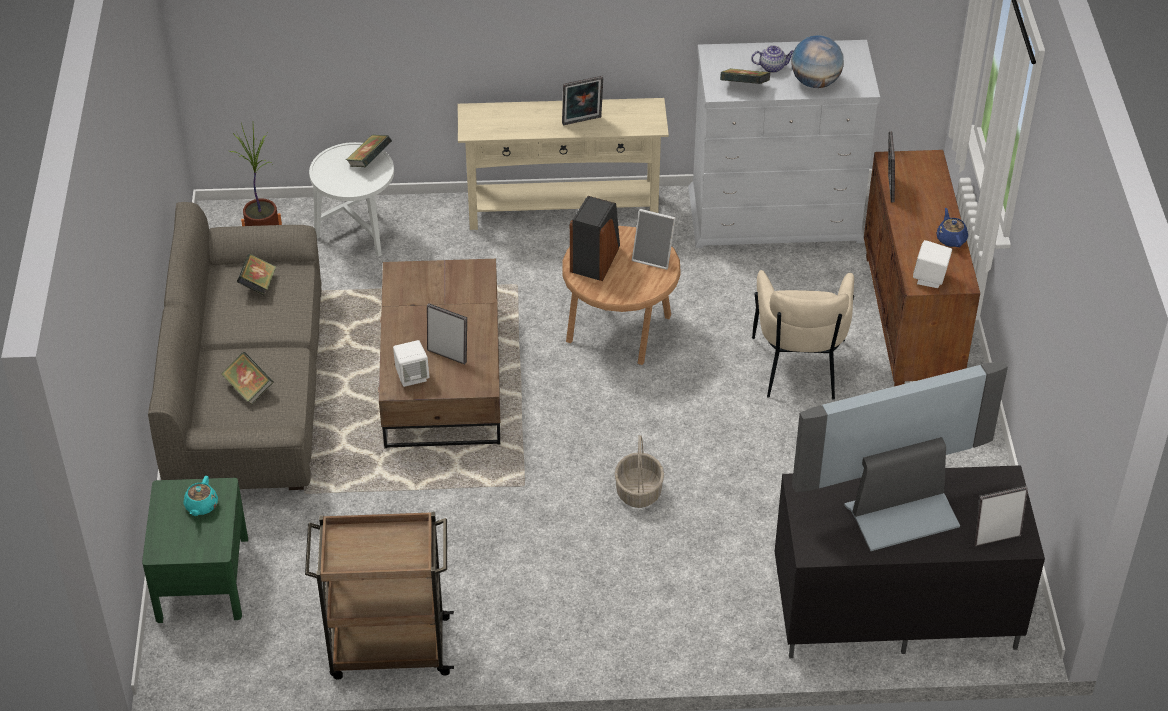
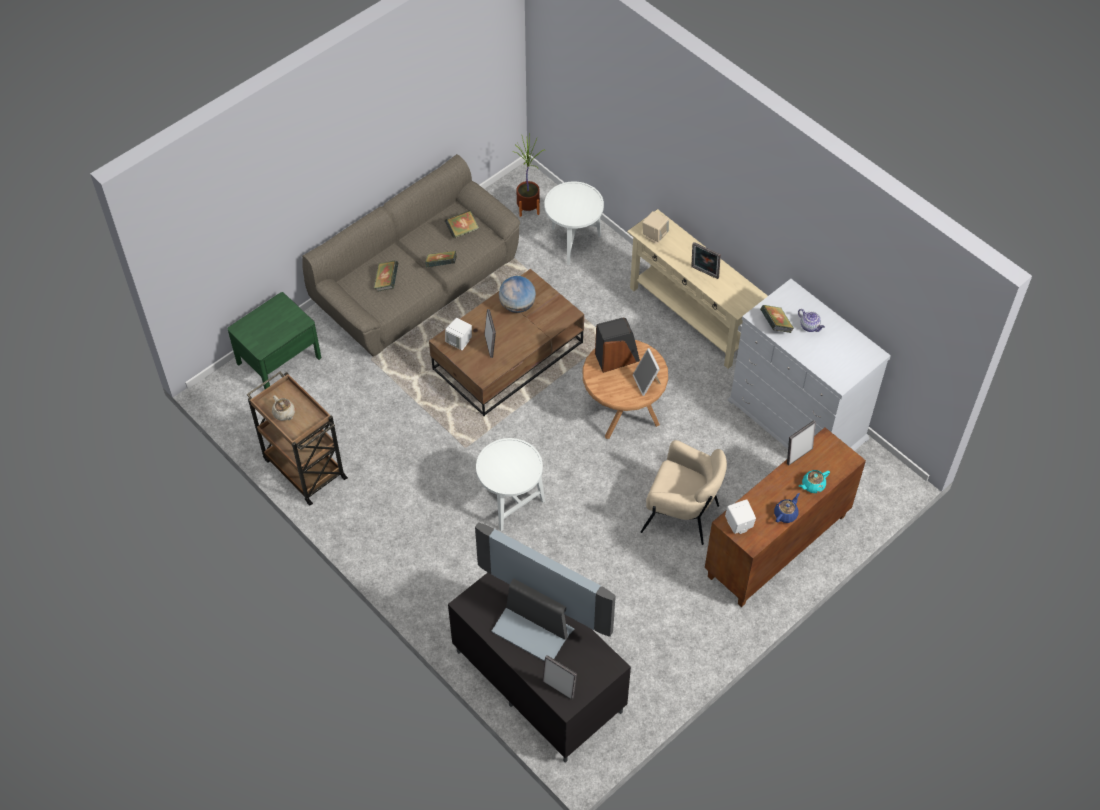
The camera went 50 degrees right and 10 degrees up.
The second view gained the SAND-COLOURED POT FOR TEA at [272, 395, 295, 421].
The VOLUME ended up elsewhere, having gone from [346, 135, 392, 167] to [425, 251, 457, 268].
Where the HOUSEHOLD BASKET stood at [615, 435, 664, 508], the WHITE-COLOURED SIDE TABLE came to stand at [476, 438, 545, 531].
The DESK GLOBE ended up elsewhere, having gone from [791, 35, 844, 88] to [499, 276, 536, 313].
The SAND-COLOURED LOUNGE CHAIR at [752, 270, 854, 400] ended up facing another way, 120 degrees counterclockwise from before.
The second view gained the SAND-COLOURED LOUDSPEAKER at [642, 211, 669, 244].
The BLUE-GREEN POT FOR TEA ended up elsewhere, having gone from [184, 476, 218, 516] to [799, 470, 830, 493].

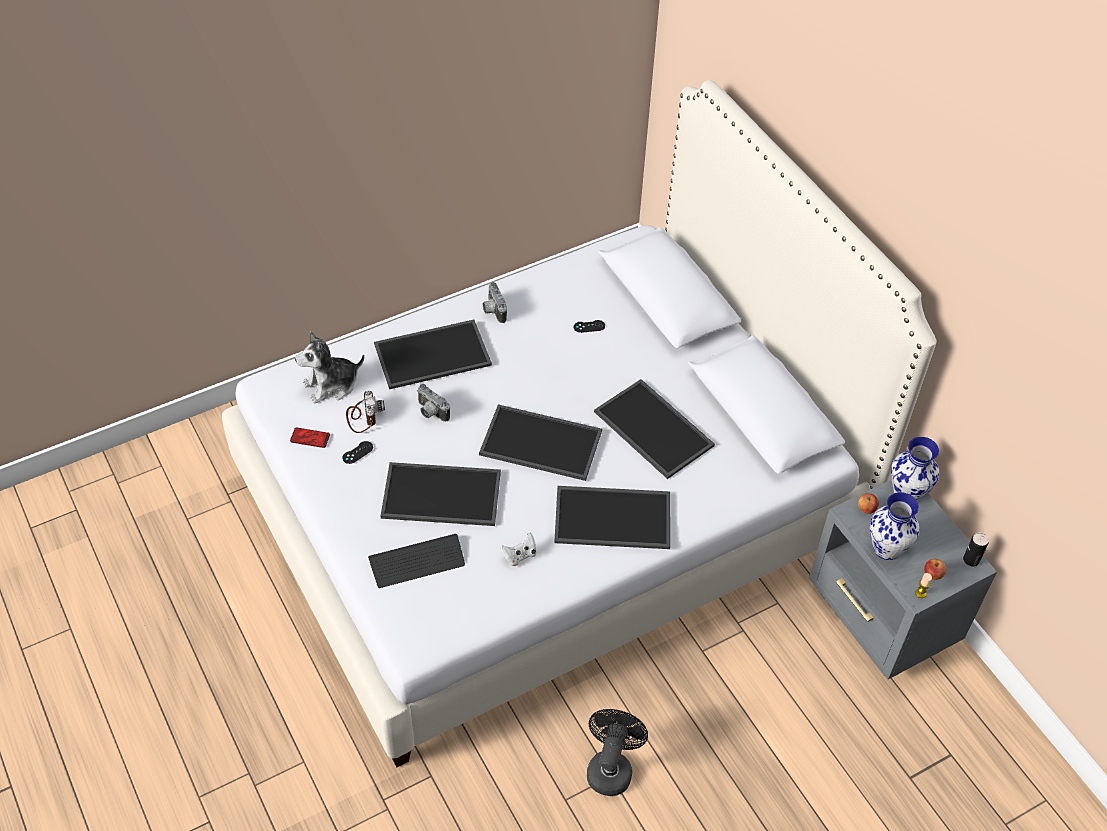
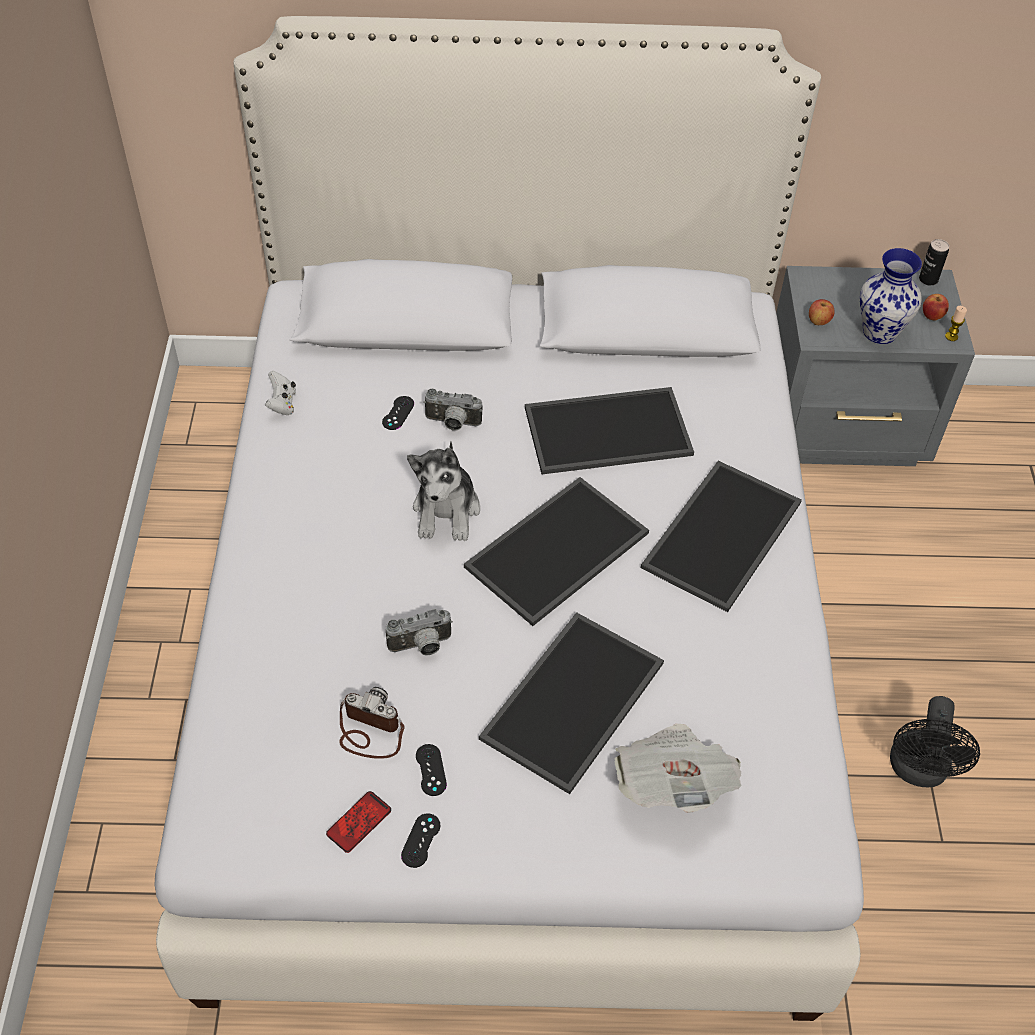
The camera went 60 degrees left and 0 degrees up.
The WHITE-COLOURED JOYPAD ended up elsewhere, having gone from [500, 532, 536, 566] to [265, 371, 296, 415].
The second view gained the BLACK-COLOURED JOYPAD at [401, 813, 440, 868].
The CUDDLY TOY ended up elsewhere, having gone from [295, 331, 364, 404] to [407, 442, 480, 541].
The PHOTO CAMERA ended up elsewhere, having gone from [483, 282, 507, 323] to [423, 389, 483, 430].
Where the PC KEYBOARD stood at [368, 534, 465, 588], the DAILY PAPER came to stand at [615, 724, 742, 813].
The BLACK-COLOURED ELECTRIC FAN at [587, 709, 648, 796] ended up facing another way, 120 degrees counterclockwise from before.
The second view lost the CARRYING TRAY at [374, 319, 492, 389].
The second view lost the FLOWER VASE at [891, 437, 939, 501].

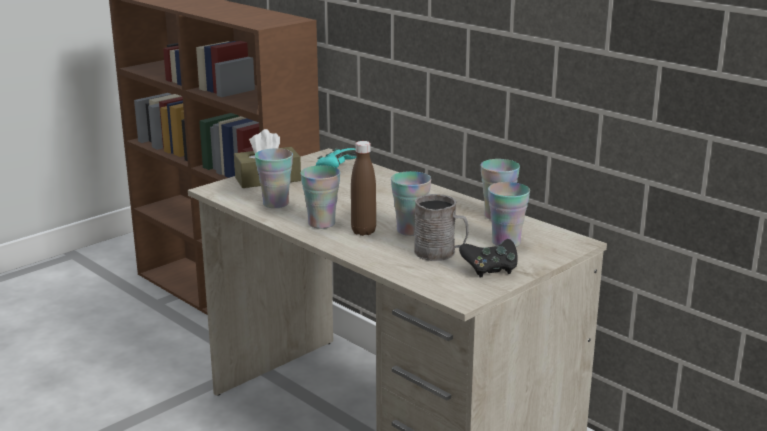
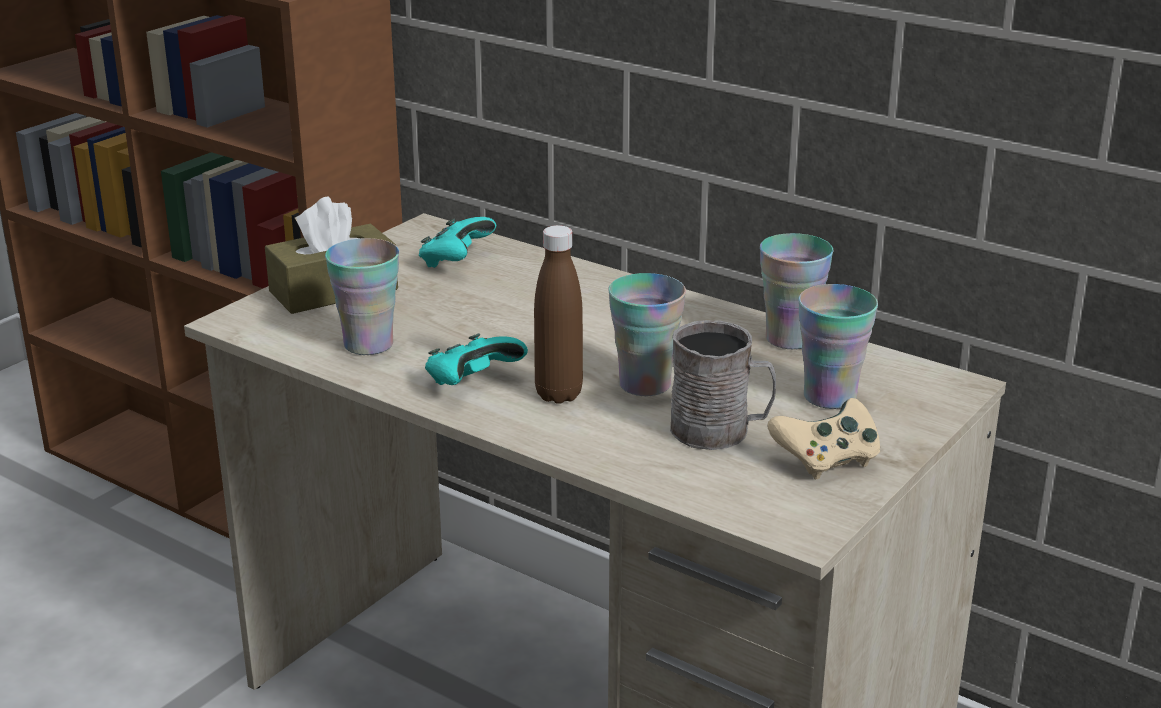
The camera went 10 degrees left and 5 degrees up.
Where the CUP stood at [300, 165, 341, 229], the BLUE-GREEN JOYPAD came to stand at [425, 333, 528, 385].
What was the BLACK-COLOURED JOYPAD at [459, 239, 518, 277] turned into the SAND-COLOURED JOYPAD at [768, 398, 880, 480].

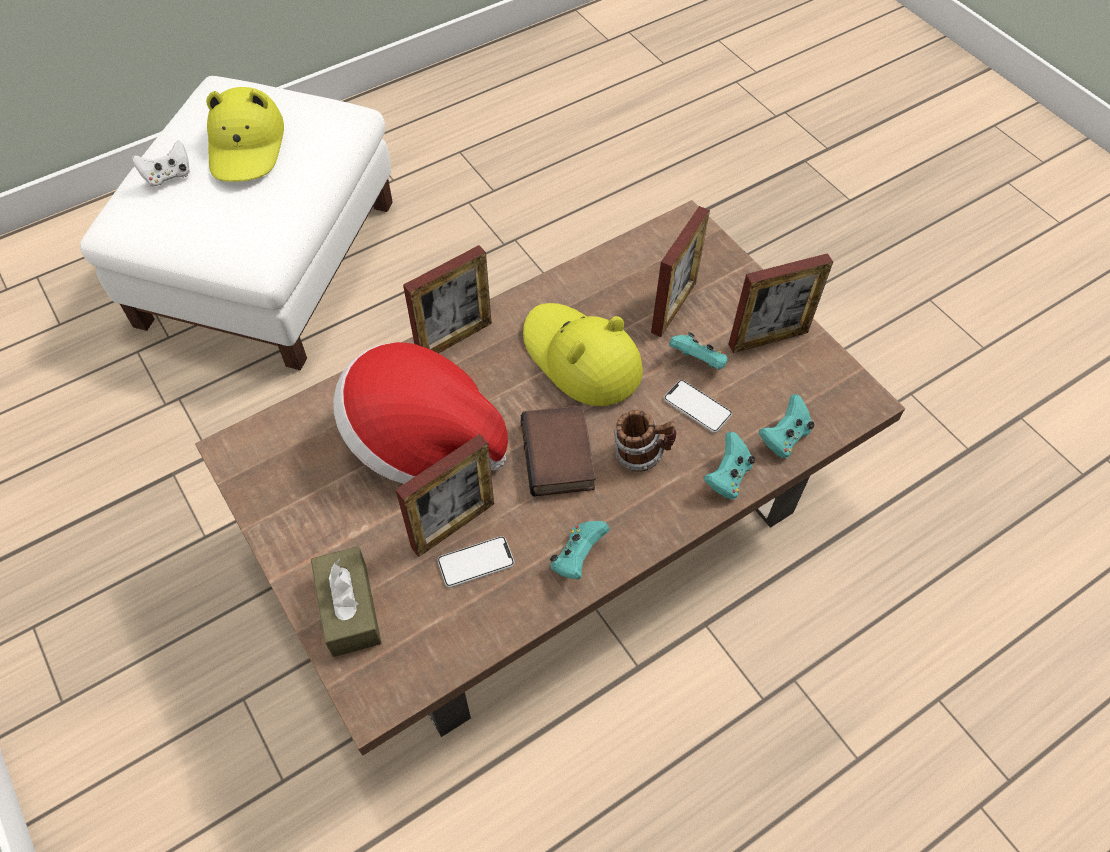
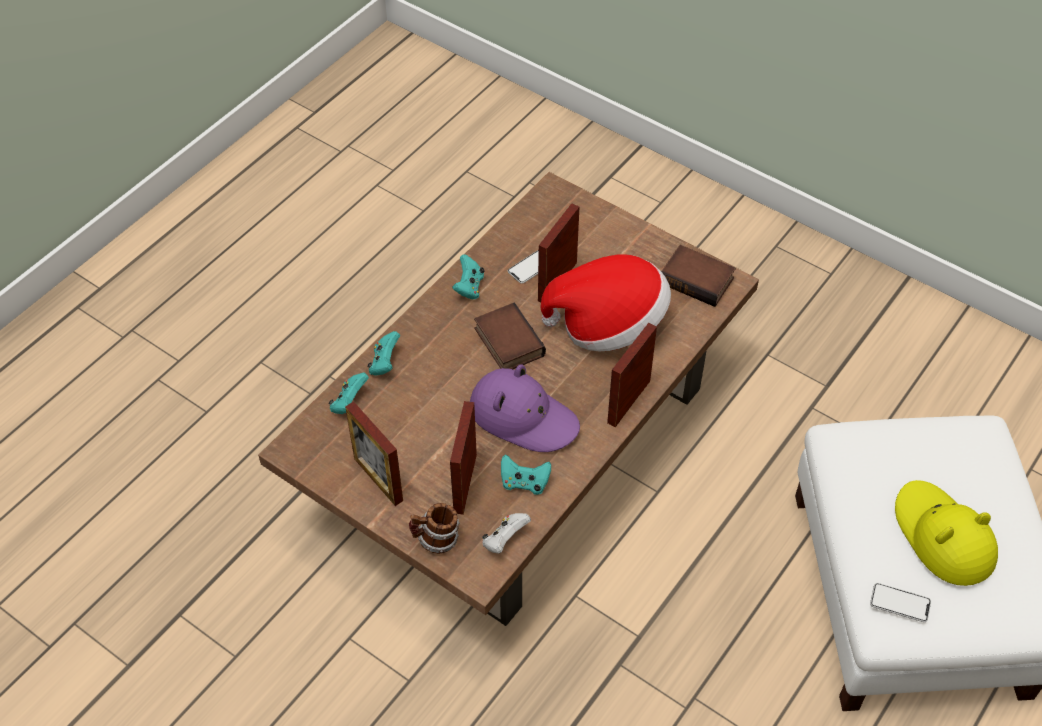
The camera went 160 degrees right and 5 degrees down.
The STANDING FRAME at [728, 253, 833, 353] ended up facing another way, 90 degrees counterclockwise from before.
The MUG ended up elsewhere, having gone from [614, 410, 676, 472] to [409, 503, 460, 554].
What was the YELLOW CLOTHING HAT at [523, 303, 643, 406] turned into the PURPLISH CLOTHING HAT at [470, 364, 580, 452].
The WHITE-COLOURED JOYPAD ended up elsewhere, having gone from [132, 140, 190, 187] to [482, 513, 531, 553].
The BLUE-GREEN JOYPAD ended up elsewhere, having gone from [669, 332, 728, 370] to [501, 454, 551, 495].
The second view gained the VOLUME at [661, 245, 736, 307].
The PHONE ended up elsewhere, having gone from [664, 380, 732, 433] to [870, 583, 931, 622].
The second view lost the BROWNISH TISSUE HOLDER at [311, 547, 382, 657].

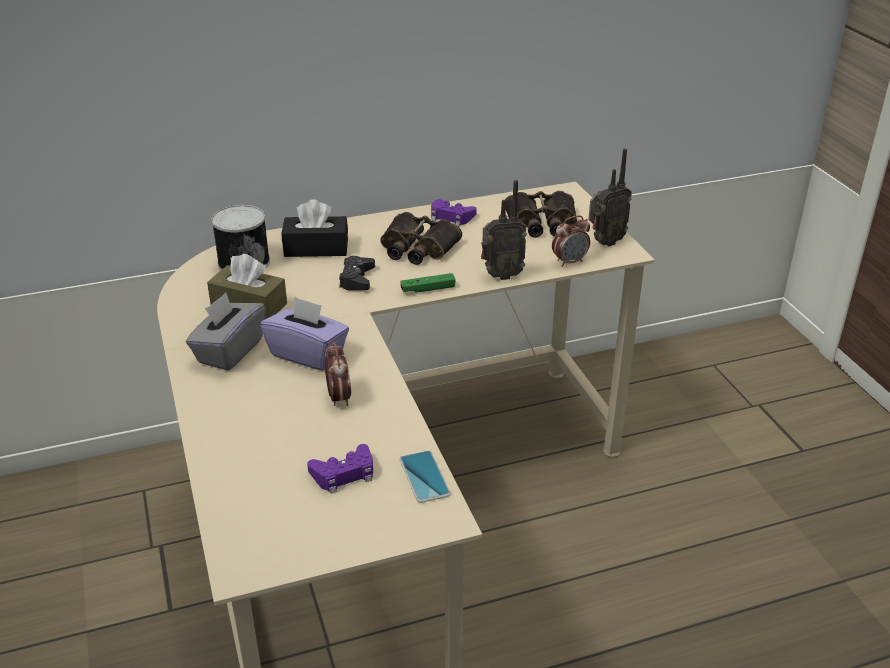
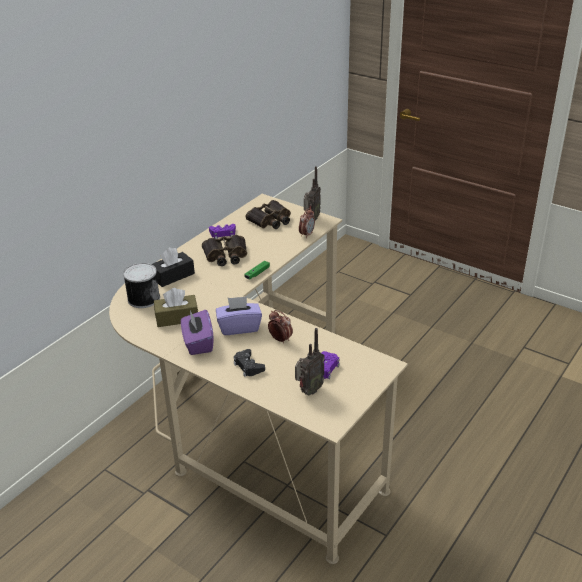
The camera went 35 degrees left and 0 degrees up.
What was the GREY TISSUE HOLDER at [186, 292, 265, 371] turned into the PURPLISH TISSUE HOLDER at [181, 310, 214, 355].
The BLACK-COLOURED JOYPAD ended up elsewhere, having gone from [339, 256, 375, 290] to [234, 349, 265, 377].
The RADIO ended up elsewhere, having gone from [481, 180, 527, 280] to [295, 328, 325, 395].
The second view lost the PHONE at [400, 451, 451, 503].

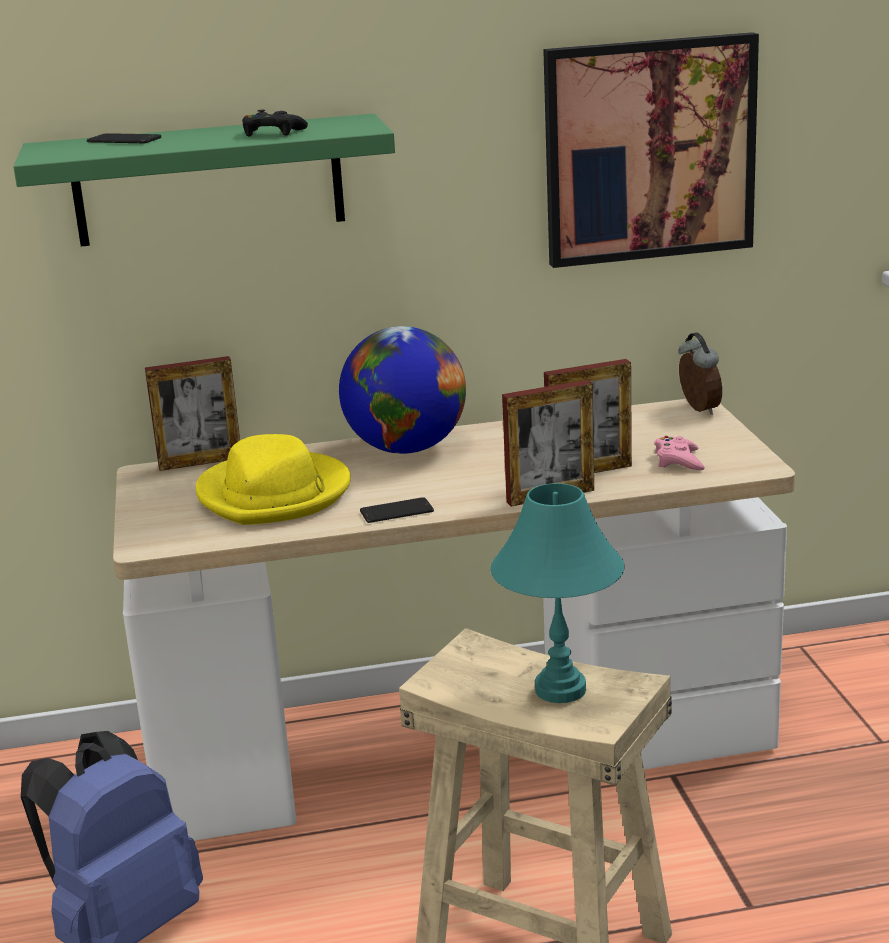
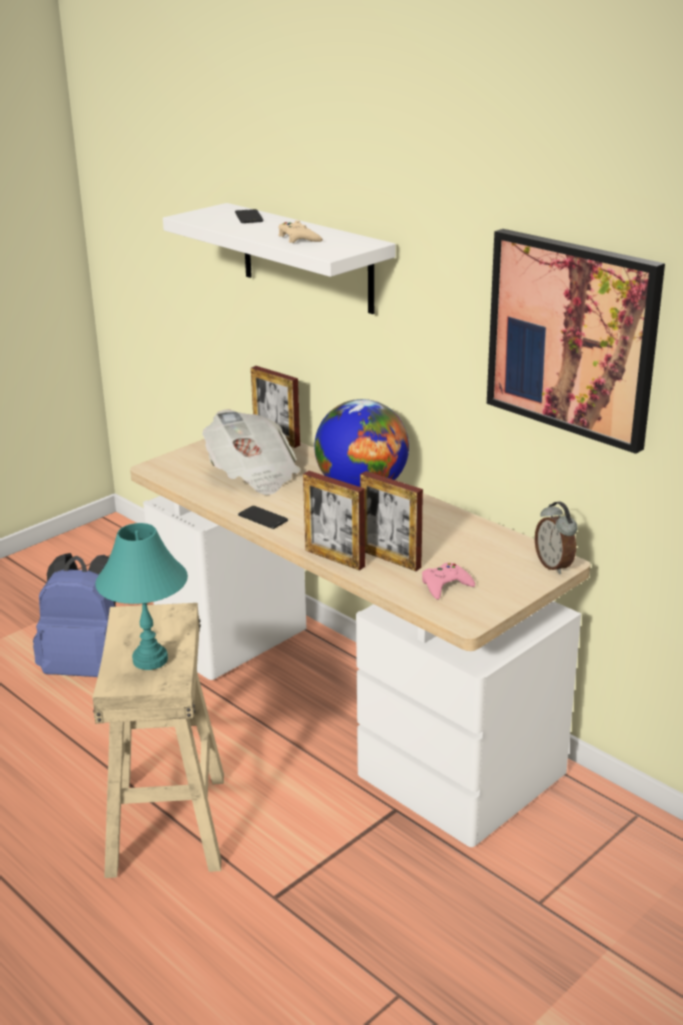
The camera went 55 degrees right and 5 degrees up.
What was the GREENISH SHELF at [13, 114, 395, 246] turned into the WHITE-COLOURED SHELF at [163, 203, 396, 314].
Where the YELLOW CLOTHING HAT stood at [196, 434, 351, 525], the DAILY PAPER came to stand at [202, 409, 301, 495].
What was the BLACK-COLOURED JOYPAD at [242, 110, 308, 137] turned into the SAND-COLOURED JOYPAD at [278, 220, 323, 243].
The BEDSIDE CLOCK at [678, 332, 722, 415] ended up facing another way, 120 degrees clockwise from before.

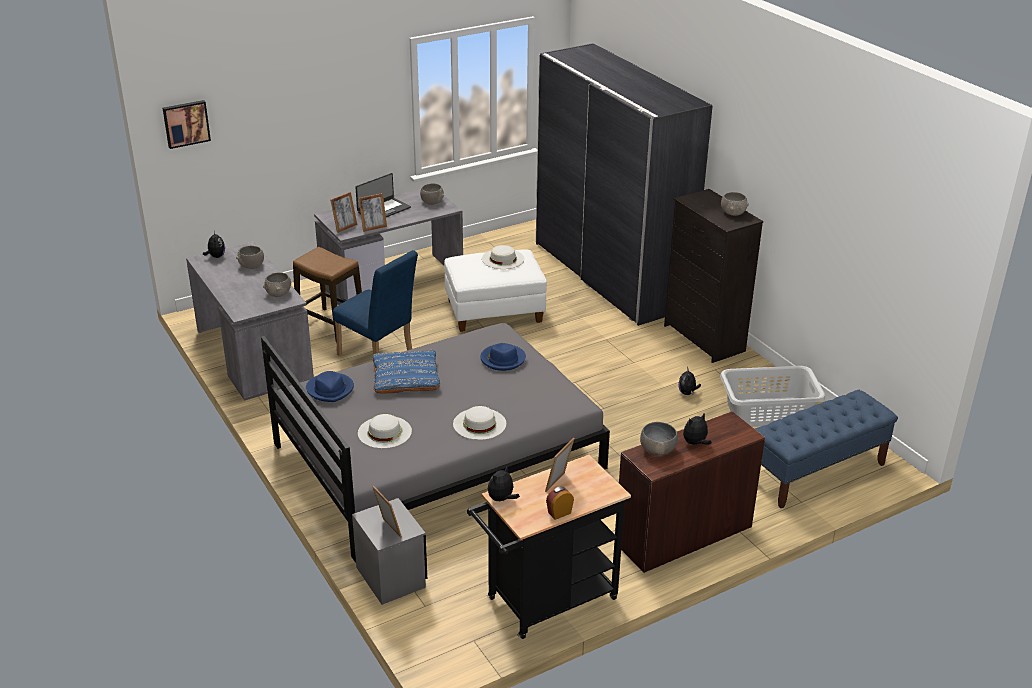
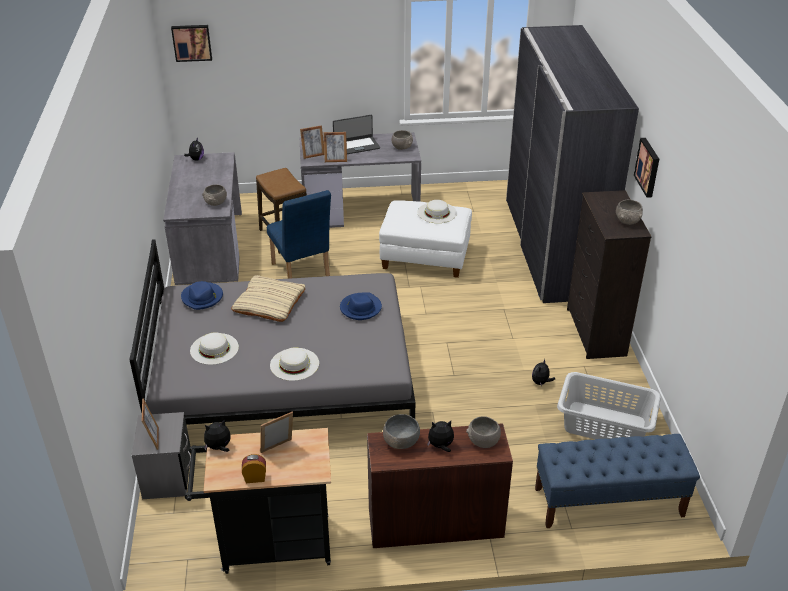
The camera went 25 degrees right and 5 degrees up.
What was the BLUISH CUSHION at [372, 350, 440, 393] turned into the SAND-COLOURED CUSHION at [231, 275, 305, 322].
The GREY DEEP DISH ended up elsewhere, having gone from [236, 246, 264, 269] to [466, 416, 501, 448].
The second view gained the WALL PICTURE at [634, 138, 659, 198].

